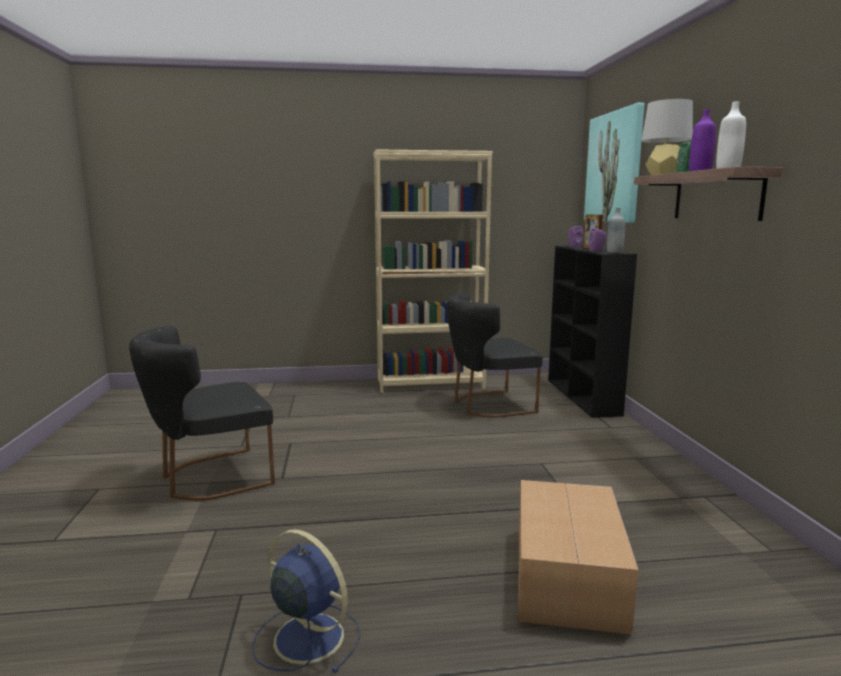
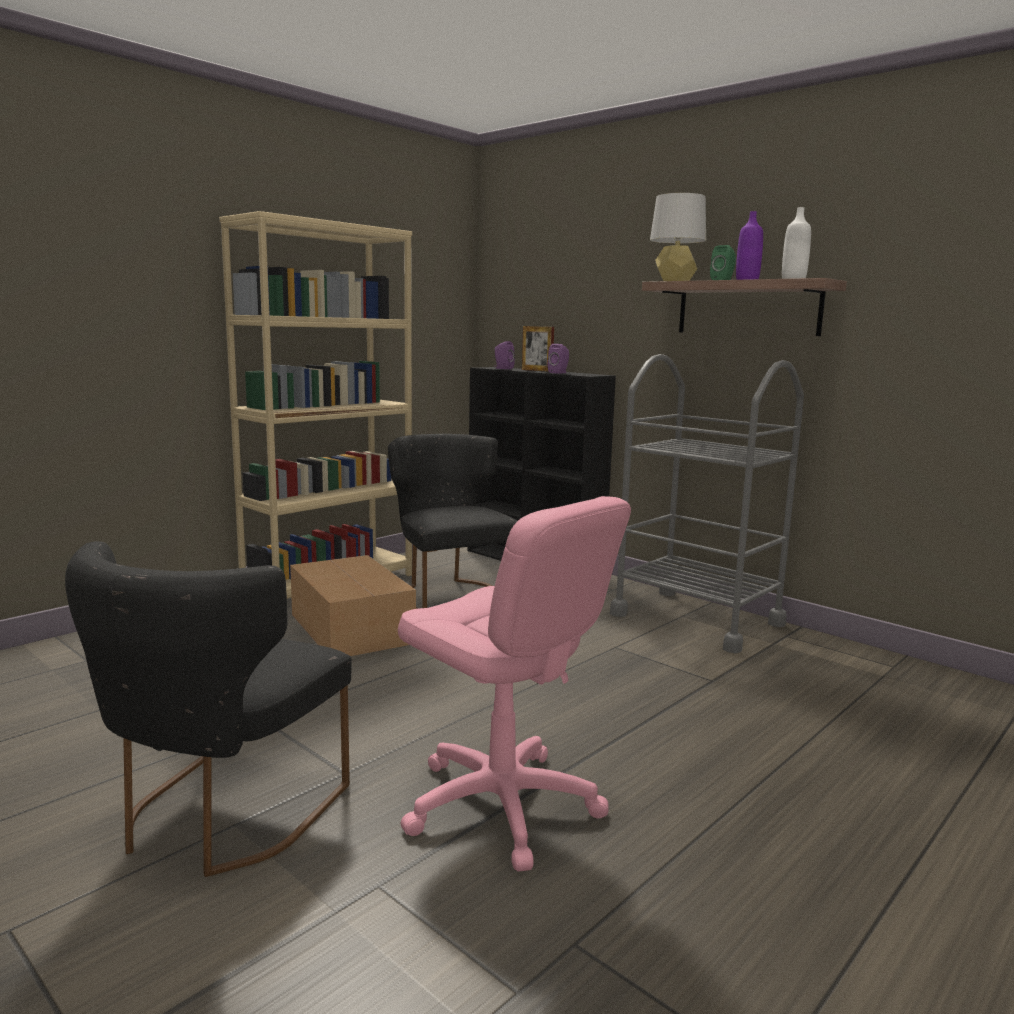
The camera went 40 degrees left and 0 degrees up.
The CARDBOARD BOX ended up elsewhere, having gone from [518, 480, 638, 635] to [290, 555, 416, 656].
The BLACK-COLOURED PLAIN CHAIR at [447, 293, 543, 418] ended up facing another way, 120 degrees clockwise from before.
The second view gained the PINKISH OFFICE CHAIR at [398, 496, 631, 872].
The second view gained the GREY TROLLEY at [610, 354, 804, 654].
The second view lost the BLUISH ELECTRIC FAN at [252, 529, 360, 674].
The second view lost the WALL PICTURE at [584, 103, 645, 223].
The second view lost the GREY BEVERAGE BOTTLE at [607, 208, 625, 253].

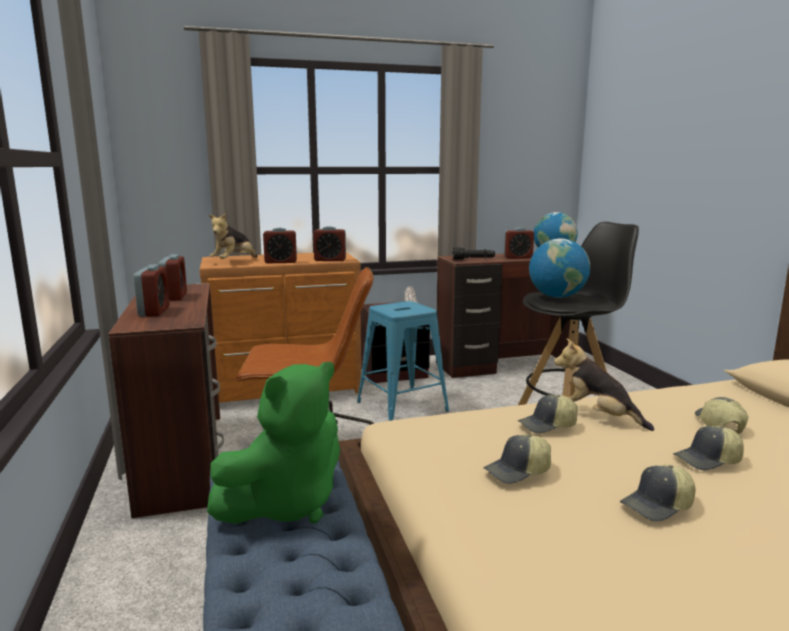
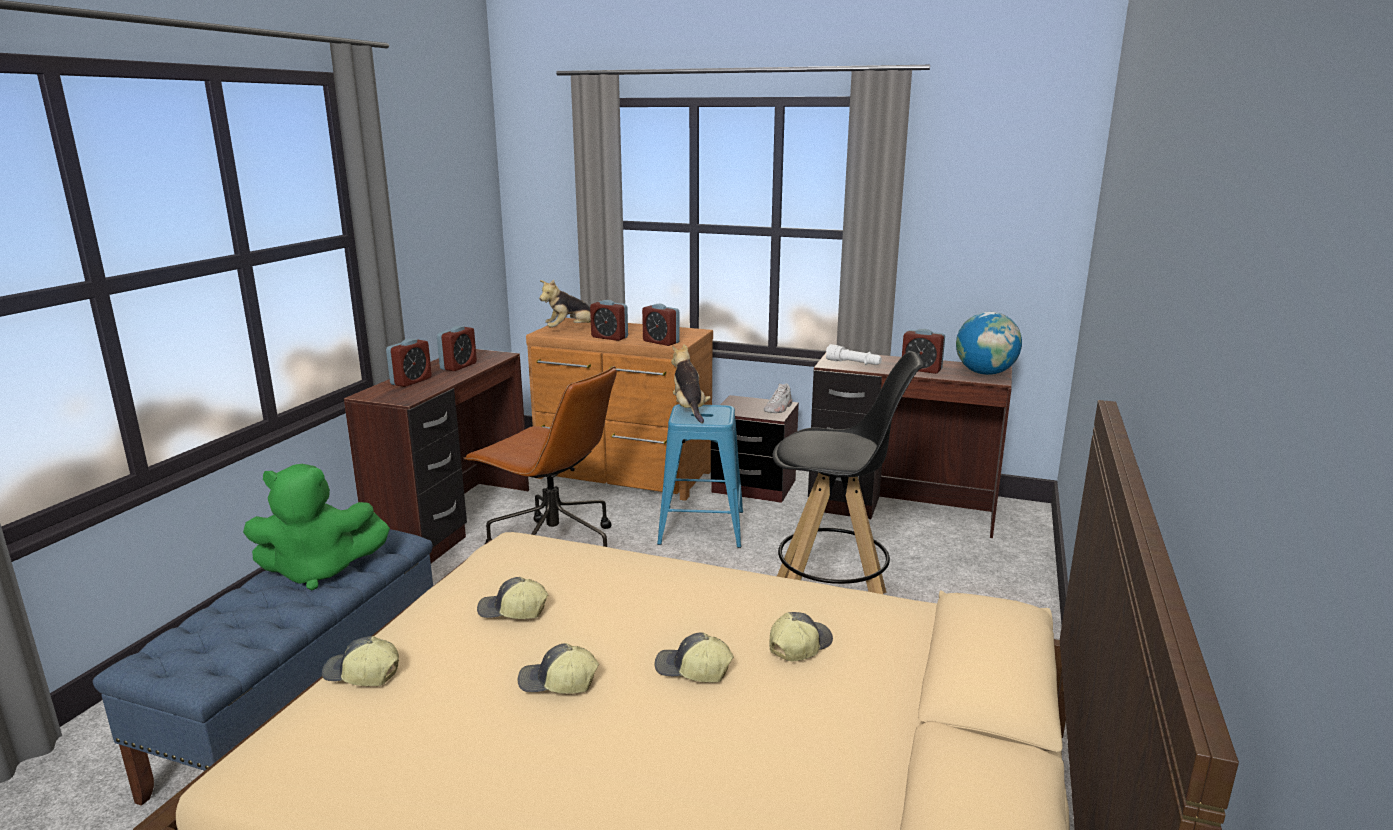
The camera went 35 degrees right and 5 degrees up.
The CAP ended up elsewhere, having gone from [518, 395, 578, 433] to [322, 636, 399, 686].
The CUDDLY TOY ended up elsewhere, having gone from [554, 338, 654, 431] to [671, 344, 710, 423].
What was the BLACK-COLOURED HAND TORCH at [453, 248, 495, 260] turned into the WHITE-COLOURED HAND TORCH at [826, 344, 882, 365].
The second view lost the DESK GLOBE at [529, 238, 590, 298].

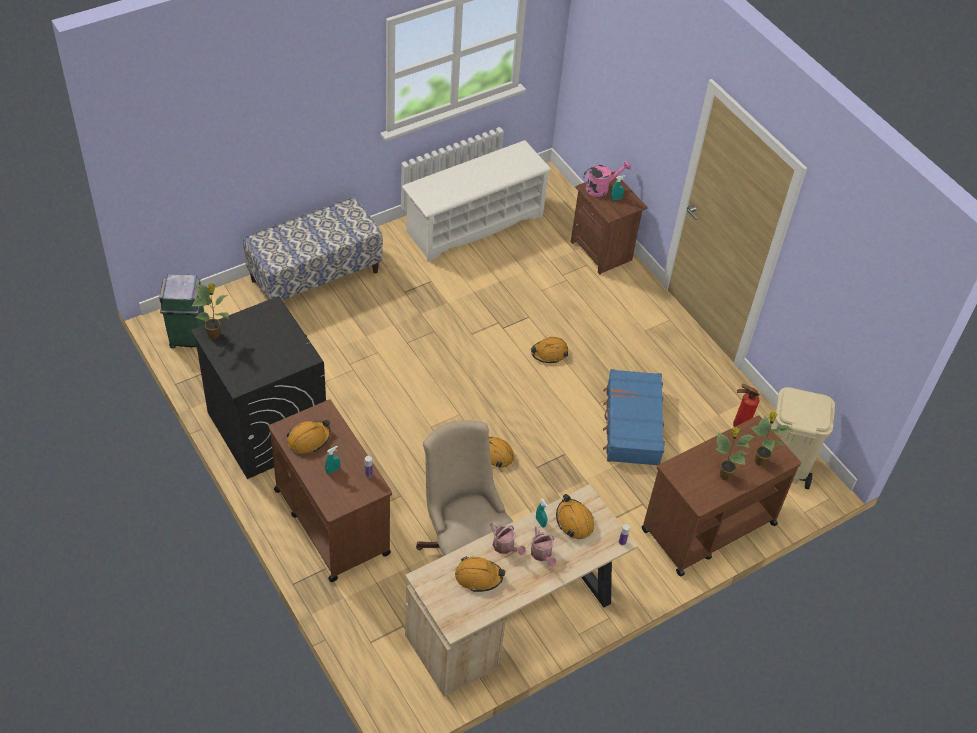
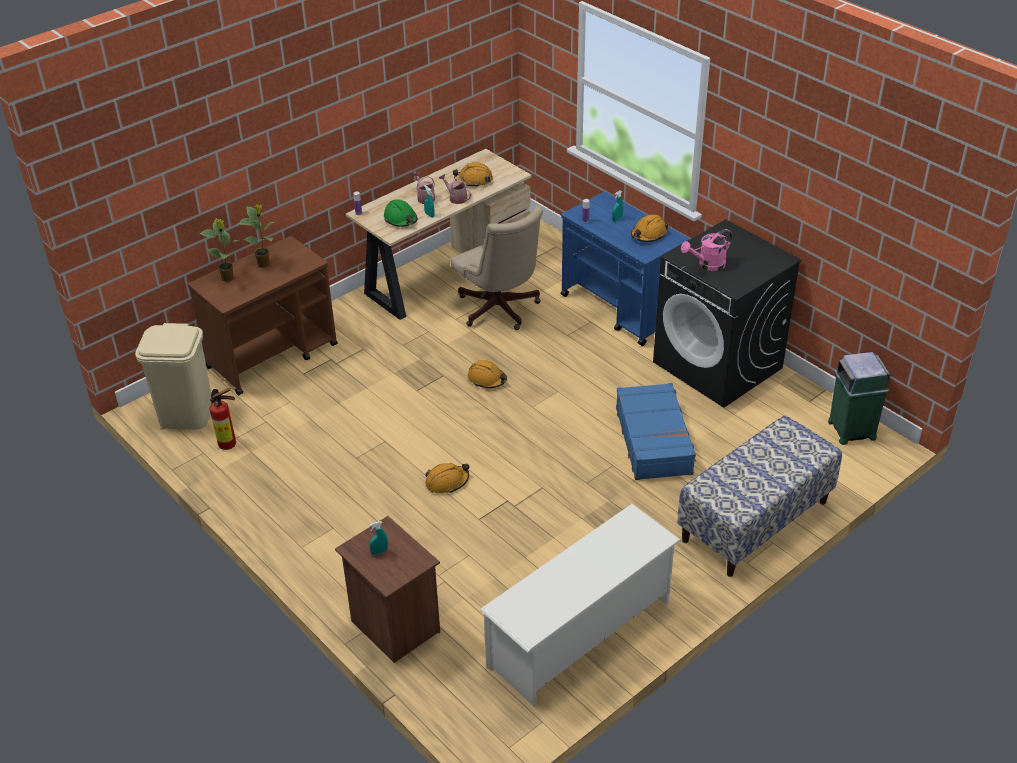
The camera went 175 degrees right and 10 degrees down.
What was the ORANGE-COLOURED WORK HELMET at [556, 494, 594, 539] turned into the GREENISH WORK HELMET at [384, 200, 417, 227].
What was the BROWNISH TROLLEY at [268, 399, 392, 582] turned into the BLUISH TROLLEY at [561, 192, 690, 346].
The BLUISH PIECE OF LUGGAGE ended up elsewhere, having gone from [603, 369, 665, 465] to [616, 383, 696, 480].
The PINKISH WATERING CAN ended up elsewhere, having gone from [583, 161, 631, 197] to [681, 229, 732, 271].
The second view lost the HOUSEPLANT at [192, 283, 229, 339].

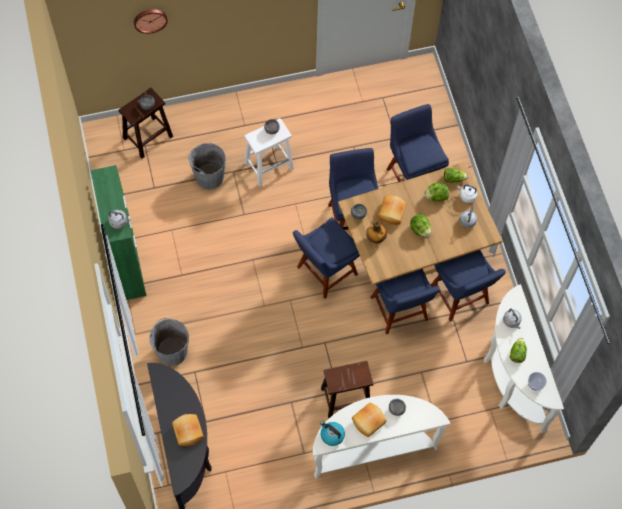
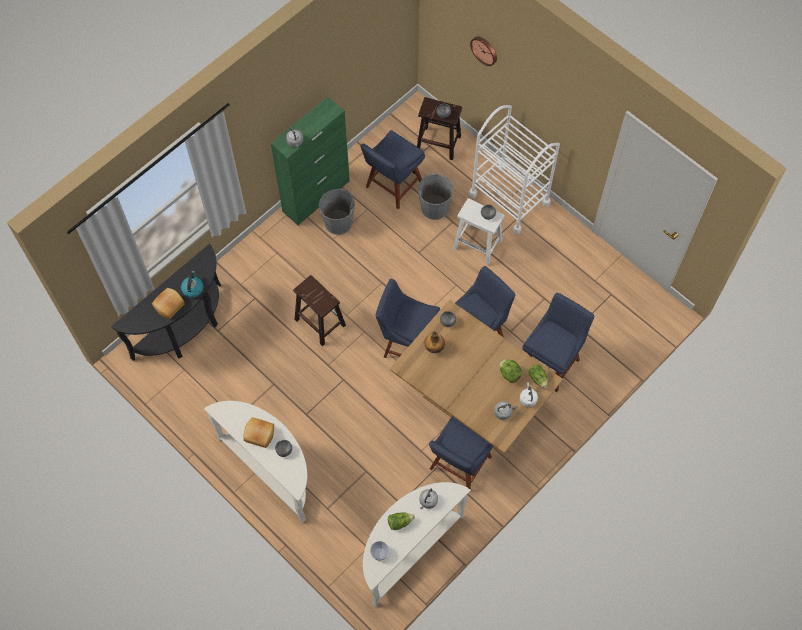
The camera went 60 degrees right and 0 degrees up.
The TEA KETTLE ended up elsewhere, having gone from [320, 421, 345, 446] to [181, 271, 203, 298].
The BROWNISH STOOL ended up elsewhere, having gone from [321, 361, 373, 419] to [293, 275, 346, 346].
The GREY PAIL ended up elsewhere, having gone from [149, 318, 189, 366] to [319, 188, 355, 235].
The BLUISH PLAIN CHAIR ended up elsewhere, having gone from [371, 269, 440, 334] to [360, 130, 425, 209].
The second view gained the WHITE-COLOURED TROLLEY at [469, 105, 560, 234].
The second view lost the BAKED BREAD at [378, 196, 407, 225].
The second view lost the HEAD OF LETTUCE at [410, 214, 431, 238].

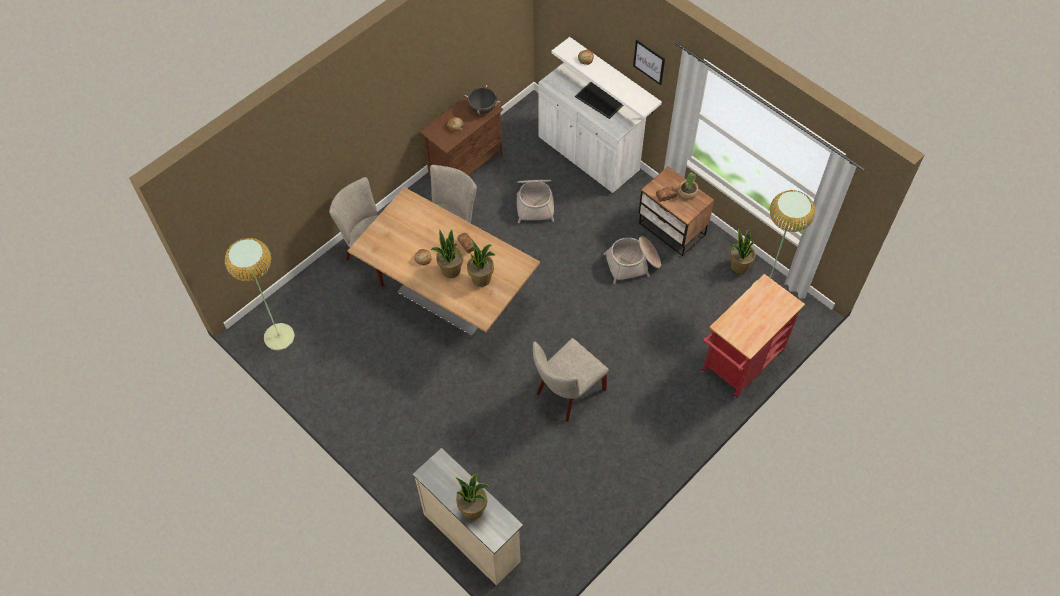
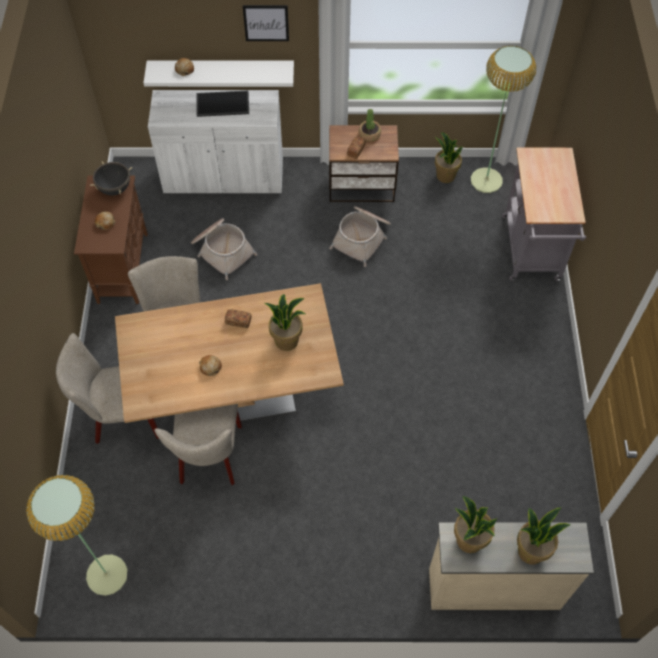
The camera went 45 degrees left and 0 degrees up.
The SAND-COLOURED PLAIN CHAIR ended up elsewhere, having gone from [533, 338, 609, 422] to [154, 404, 242, 485].
The HOUSEPLANT ended up elsewhere, having gone from [431, 229, 463, 278] to [454, 496, 497, 553].
What was the RED TROLLEY at [701, 274, 805, 398] turned into the GREY TROLLEY at [502, 148, 586, 280].

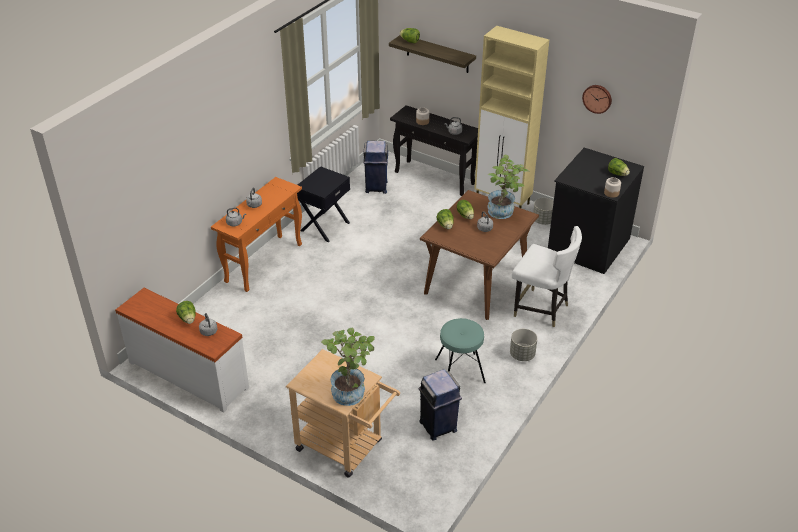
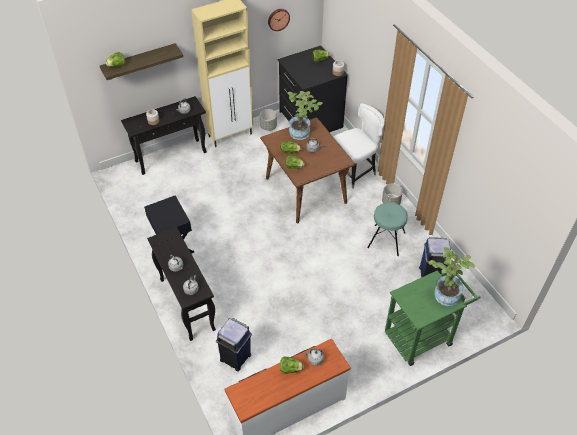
The camera went 60 degrees left and 10 degrees up.
What was the ORANGE-COLOURED CONSOLE TABLE at [211, 177, 302, 292] turned into the BLACK-COLOURED CONSOLE TABLE at [147, 227, 216, 341].
The BLUISH TRASH CAN ended up elsewhere, having gone from [363, 141, 388, 194] to [216, 318, 252, 371].
What was the SAND-COLOURED TROLLEY at [286, 349, 400, 478] turned into the GREENISH TROLLEY at [384, 270, 480, 366].

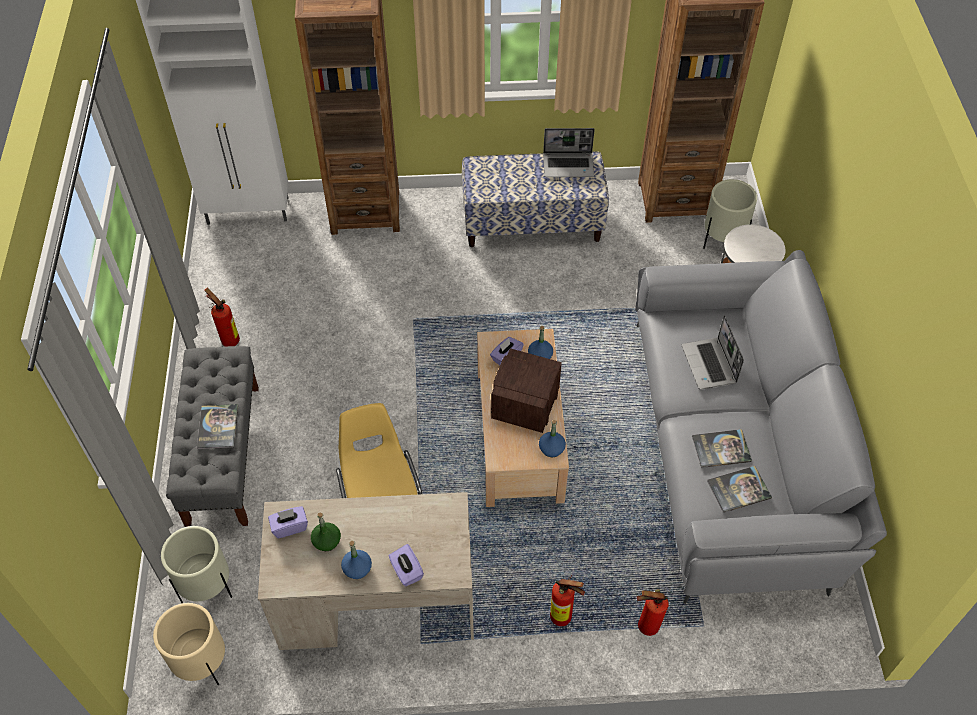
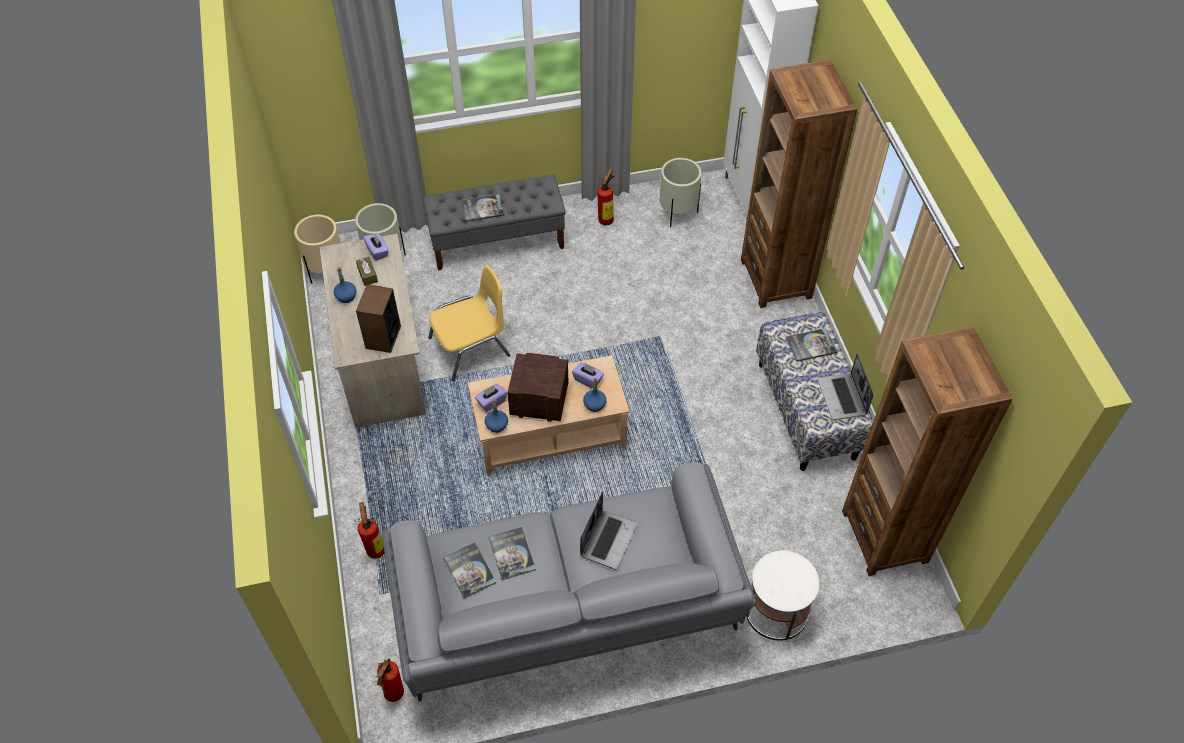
The camera went 80 degrees right and 0 degrees up.
Where the GREENISH BEVERAGE BOTTLE stood at [311, 513, 341, 551], the BROWNISH TISSUE HOLDER came to stand at [356, 257, 378, 286].
The second view gained the LOUDSPEAKER at [356, 284, 401, 353].
The EXTINGUISHER ended up elsewhere, having gone from [550, 575, 585, 626] to [377, 659, 404, 702].
The PURPLISH TISSUE HOLDER ended up elsewhere, having gone from [389, 544, 424, 587] to [475, 384, 507, 412].
The NOTEBOOK COMPUTER at [682, 315, 744, 390] ended up facing another way, 135 degrees clockwise from before.
The SAND-COLOURED PLANTER ended up elsewhere, having gone from [703, 179, 757, 249] to [660, 158, 702, 227].
The second view gained the VOLUME at [786, 328, 837, 362].

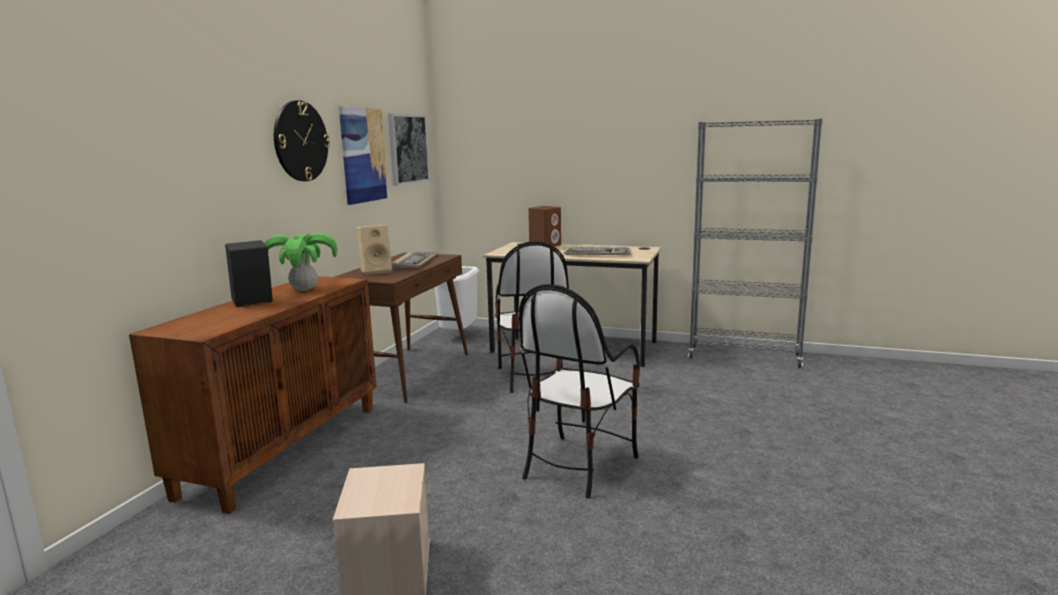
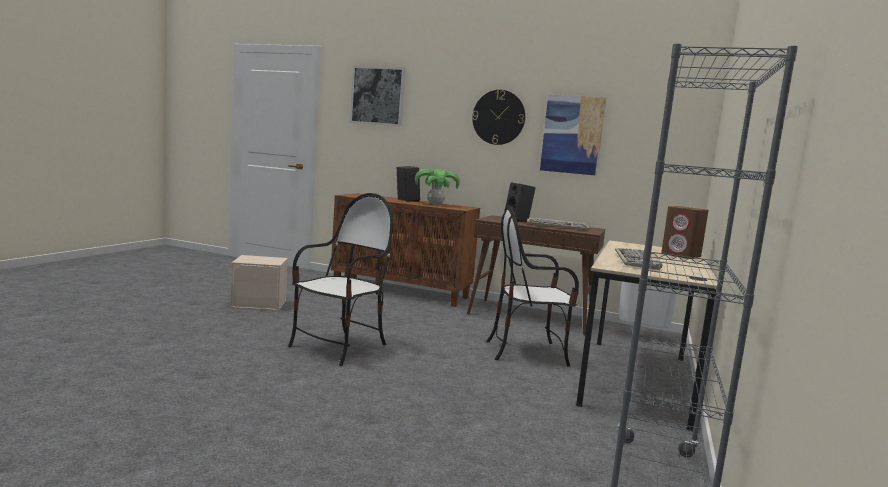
The camera went 90 degrees right and 5 degrees down.
The PLAIN CHAIR at [519, 284, 640, 499] ended up facing another way, 90 degrees clockwise from before.
The WALL PICTURE ended up elsewhere, having gone from [388, 113, 430, 186] to [350, 66, 406, 126].
What was the SAND-COLOURED LOUDSPEAKER at [356, 225, 392, 275] turned into the BLACK-COLOURED LOUDSPEAKER at [505, 182, 536, 222].

